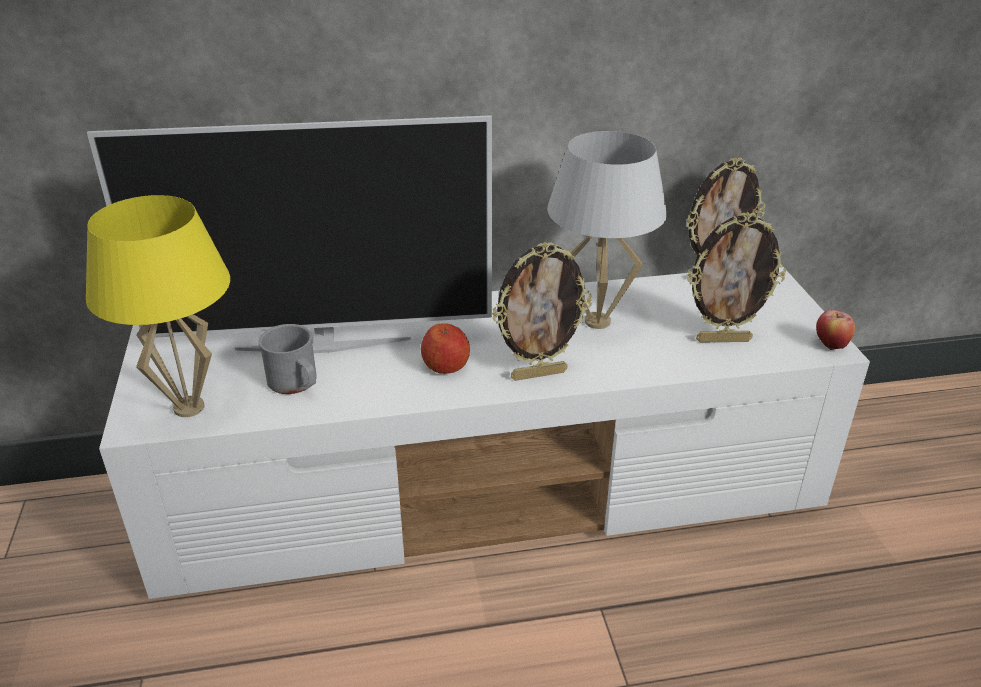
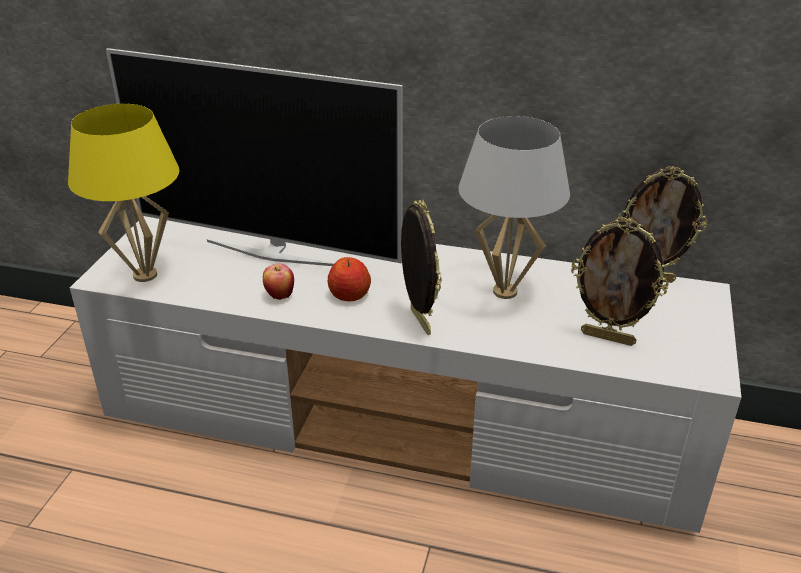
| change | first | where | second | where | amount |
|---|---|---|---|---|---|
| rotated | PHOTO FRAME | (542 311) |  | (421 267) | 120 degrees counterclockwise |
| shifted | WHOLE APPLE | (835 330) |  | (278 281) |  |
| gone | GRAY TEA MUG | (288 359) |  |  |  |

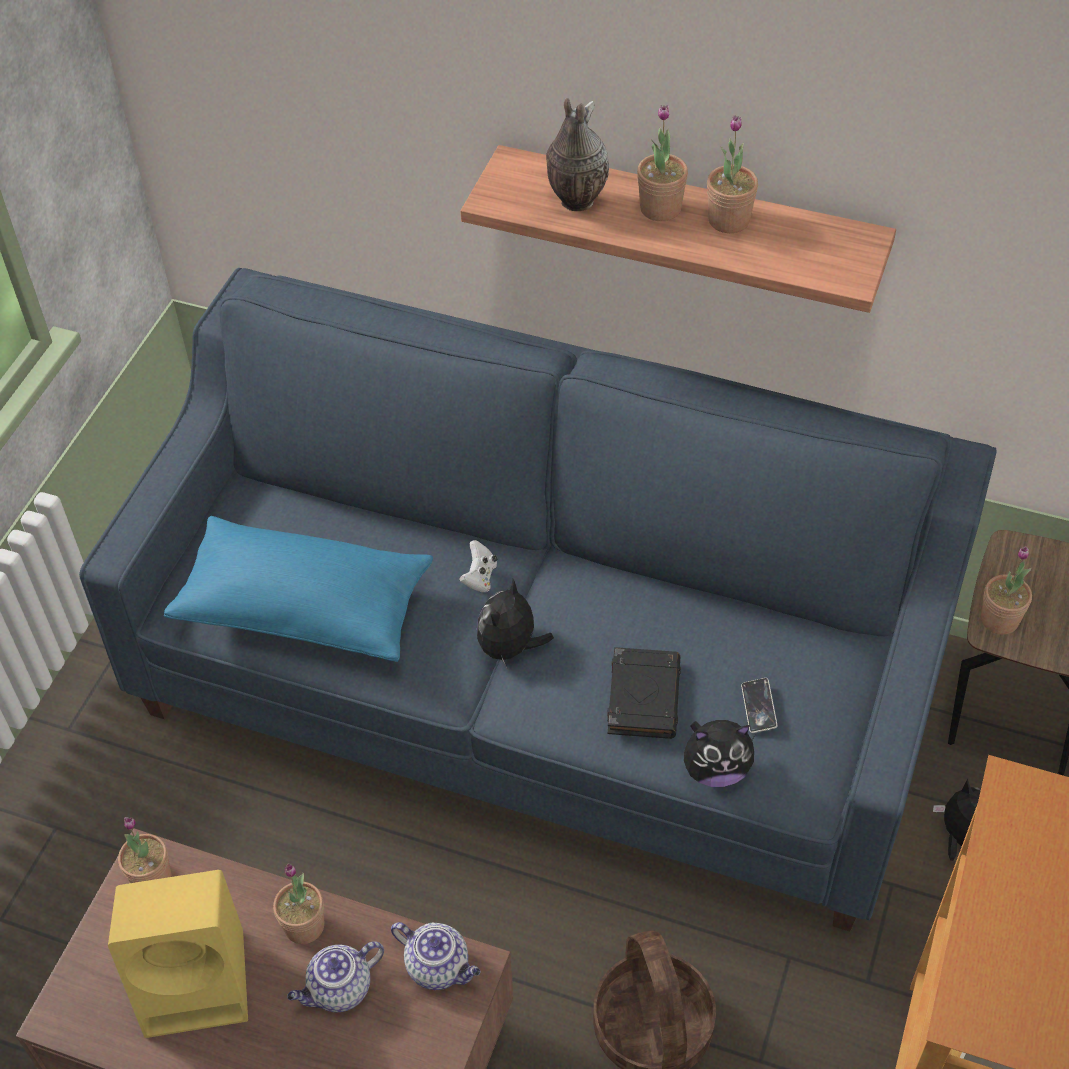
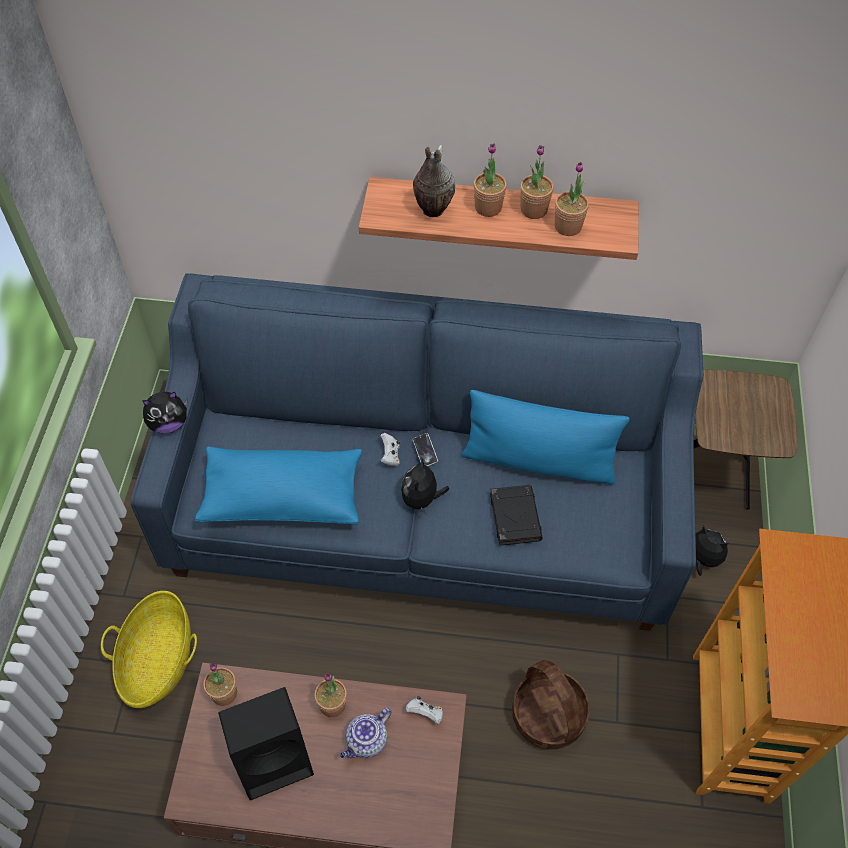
| change | first | where | second | where | amount |
|---|---|---|---|---|---|
| shifted | HOUSEPLANT | (1006 590) |  | (572 199) |  |
| shifted | TELEPHONE | (759 705) |  | (425 449) |  |
| shifted | PLUSH TOY | (719 753) |  | (164 413) |  |
| repainted | YELLOWISH AUDIO SPEAKER | (178 954) | BLACK-COLOURED AUDIO SPEAKER | (266 743) |  |
| swapped | POT FOR TEA | (436 956) | WHITE JOYPAD | (424 710) |  |
| new |  |  | BLUE CUSHION | (546 437) |  |
| new |  |  | BASKET | (149 649) |  |

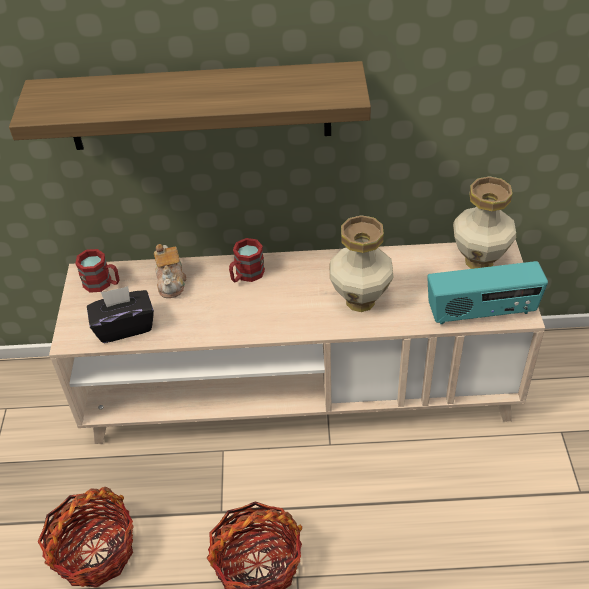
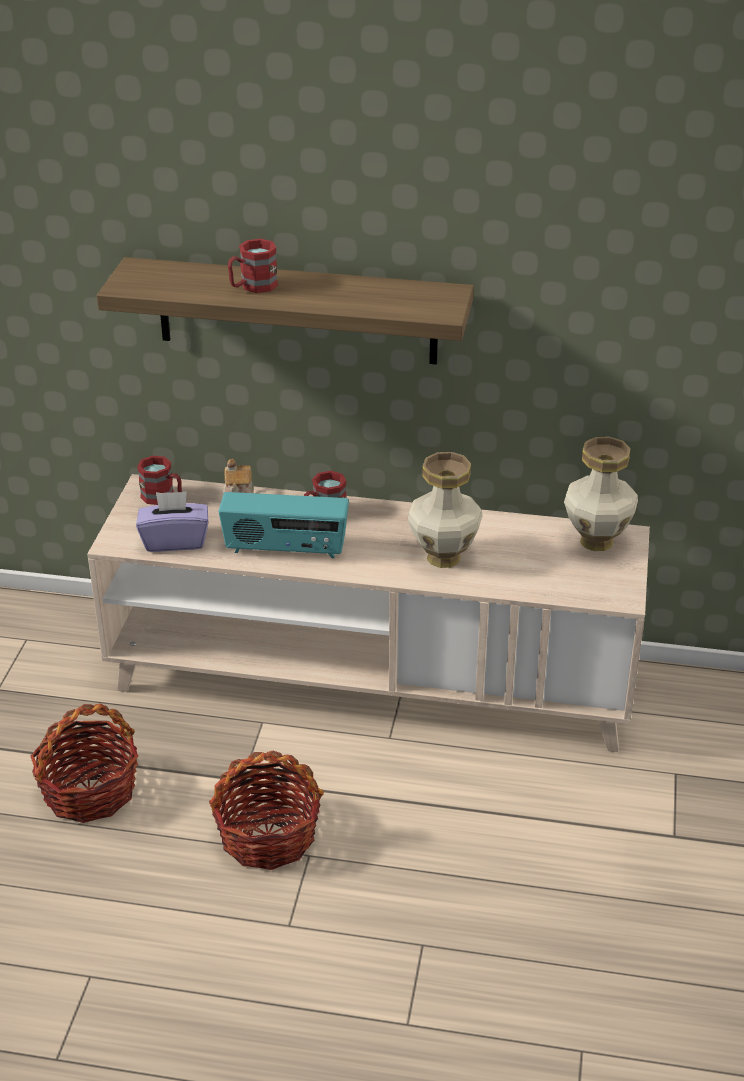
| change | first | where | second | where | amount |
|---|---|---|---|---|---|
| shifted | RADIO SET | (487 292) |  | (283 525) |  |
| repainted | BLACK-COLOURED TISSUE HOLDER | (120 314) | PURPLISH TISSUE HOLDER | (172 522) |  |
| new |  |  | REDDISH TEA MUG | (253 266) |  |

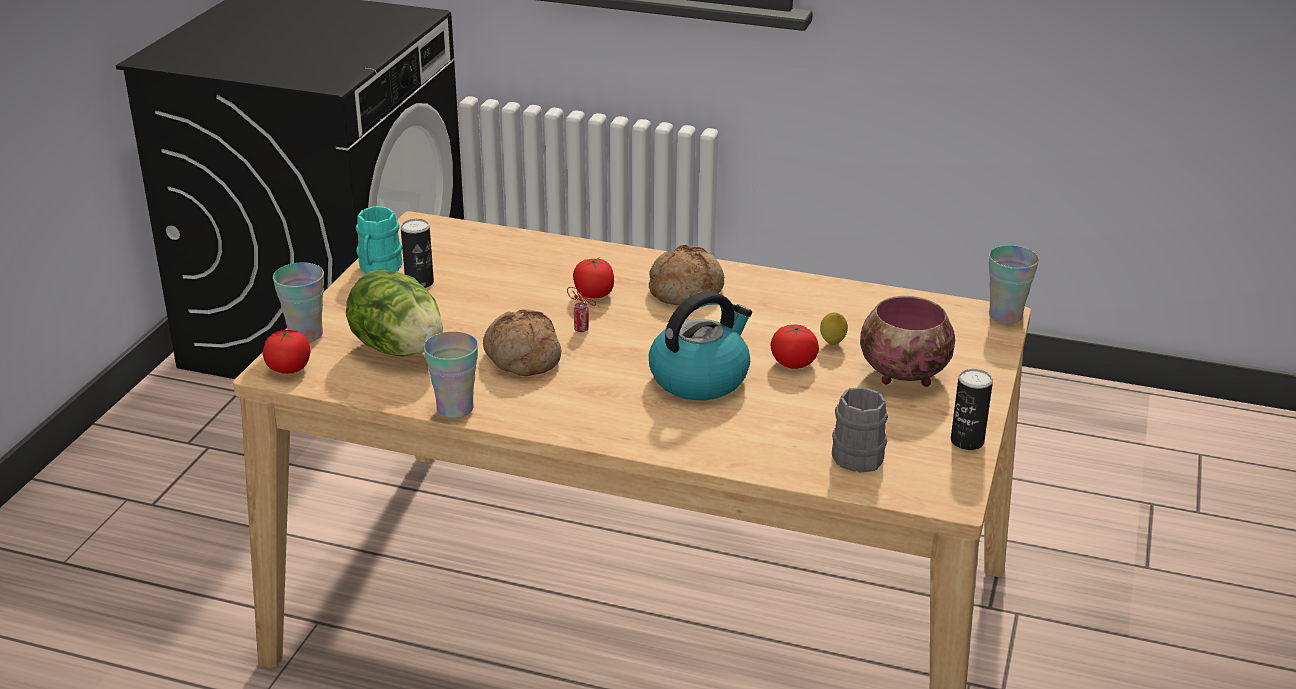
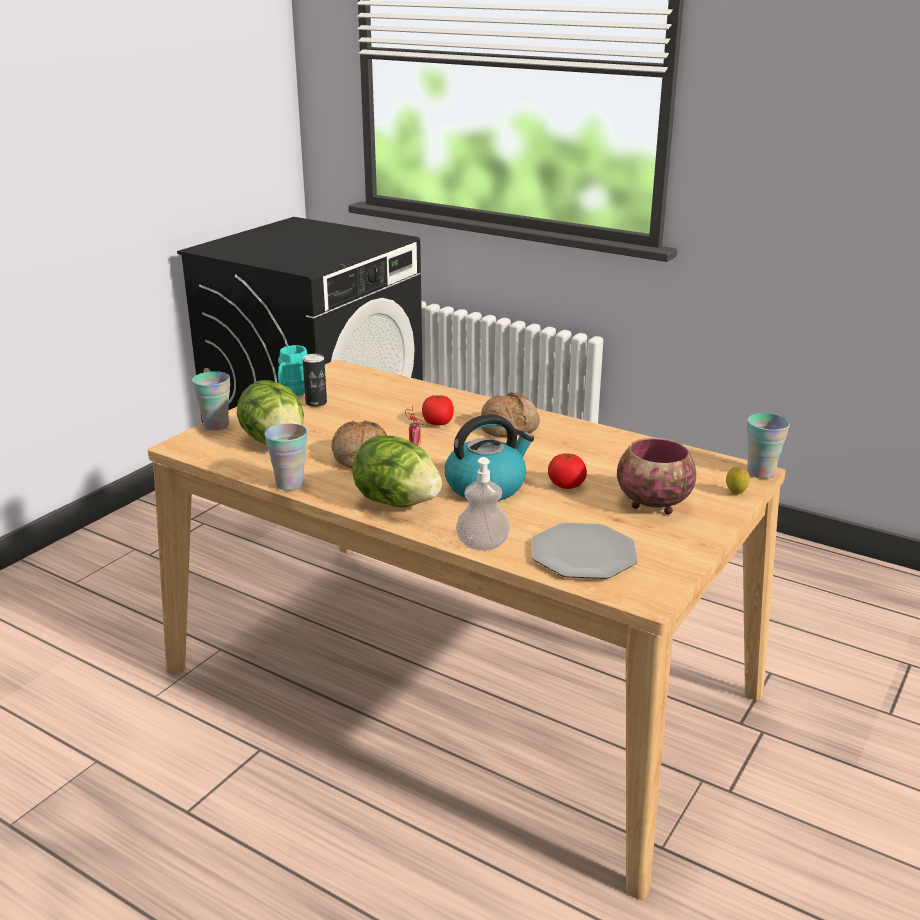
| change | first | where | second | where | amount |
|---|---|---|---|---|---|
| shifted | CITRUS FRUIT | (834 329) |  | (738 480) |  |
| gone | WHOLE TOMATO | (287 351) |  |  |  |
| gone | METAL CAN | (972 409) |  |  |  |
| swapped | GRAY TEA MUG | (860 430) | PLATE | (585 551) |  |
| new |  |  | LETTUCE | (397 471) |  |
| new |  |  | SOAP BOTTLE | (483 503) |  |

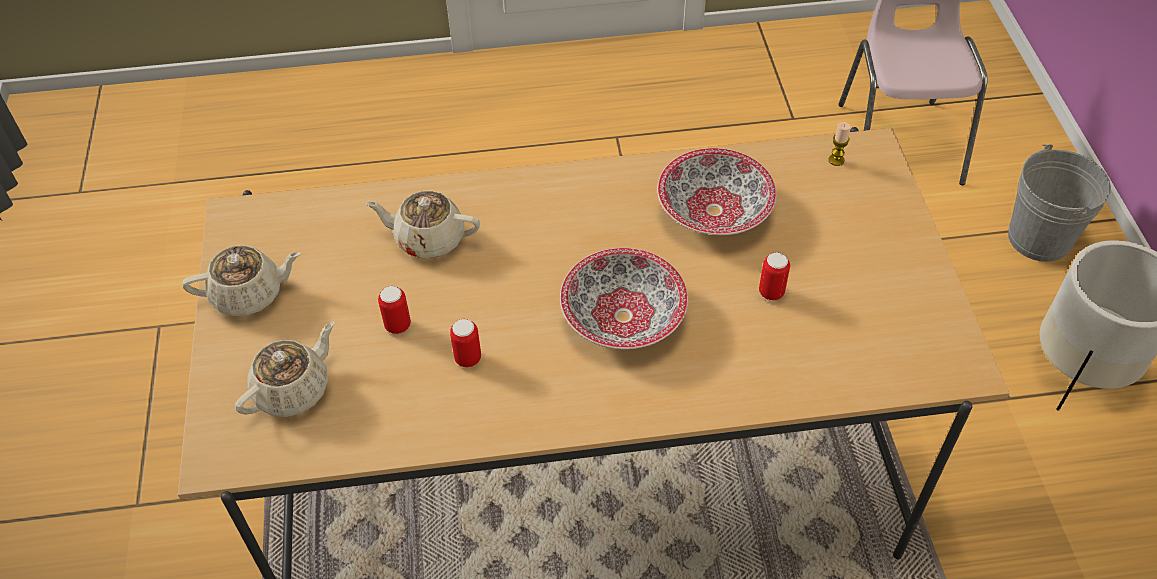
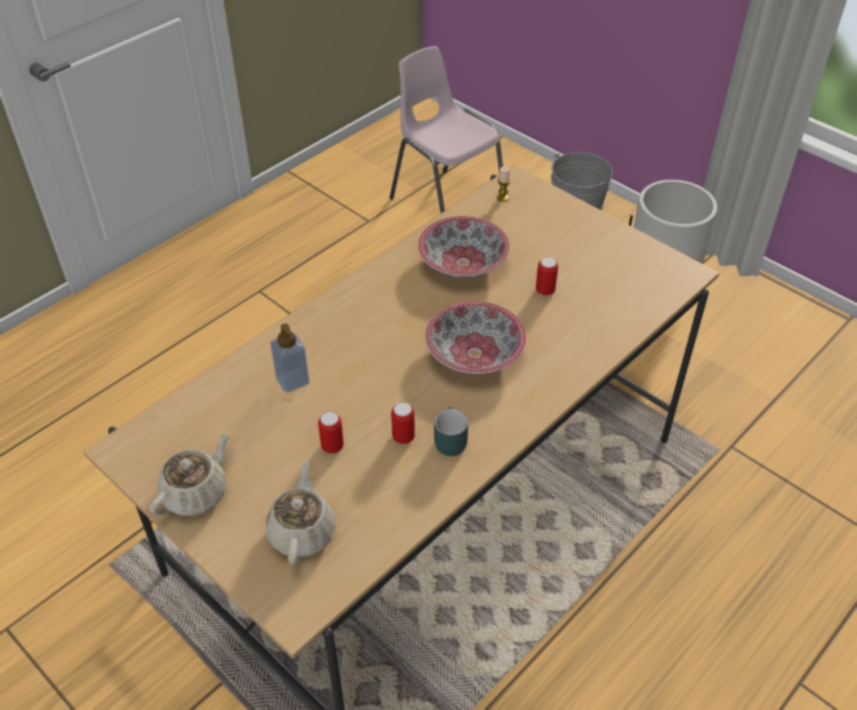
| change | first | where | second | where | amount |
|---|---|---|---|---|---|
| swapped | BEIGE-COLOURED POT FOR TEA | (423 224) | SOAP BOTTLE | (290 358) |  |
| new |  |  | TURQUOISE TEA MUG | (451 431) |  |

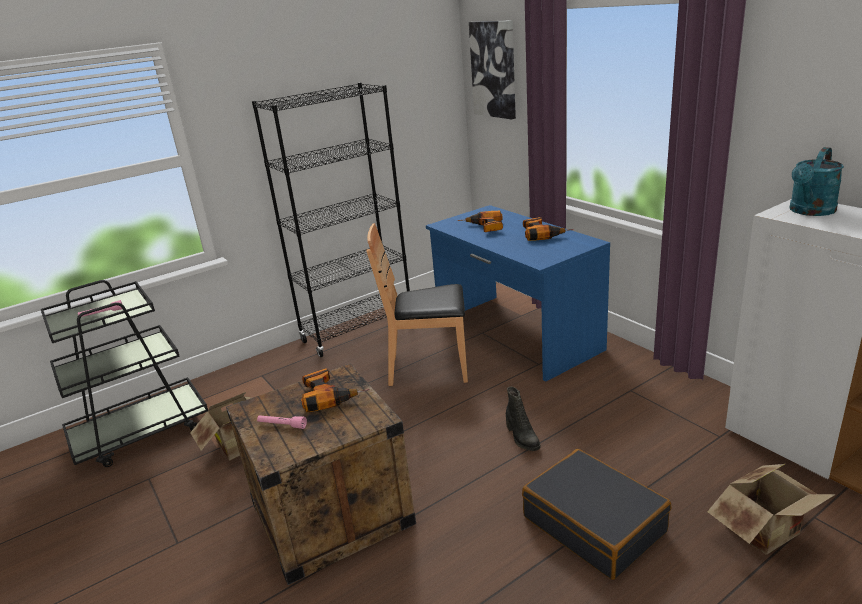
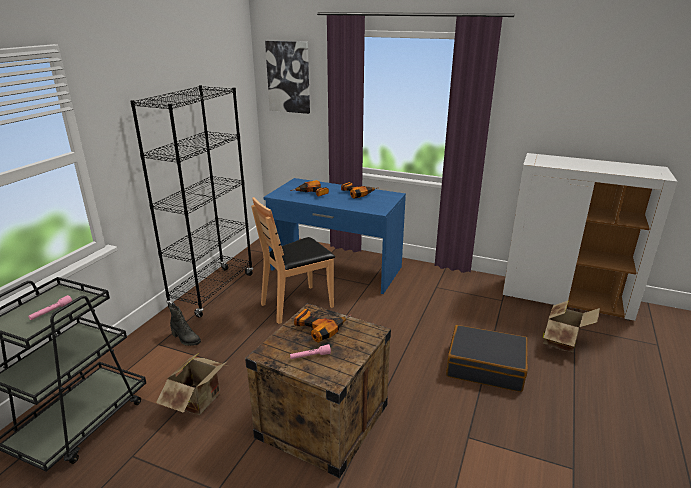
| change | first | where | second | where | amount |
|---|---|---|---|---|---|
| gone | TURQUOISE SPRINKLING CAN | (816 181) |  |  |  |
| shifted | BLACK-COLOURED TALL BOOT | (523 419) |  | (185 325) |  |

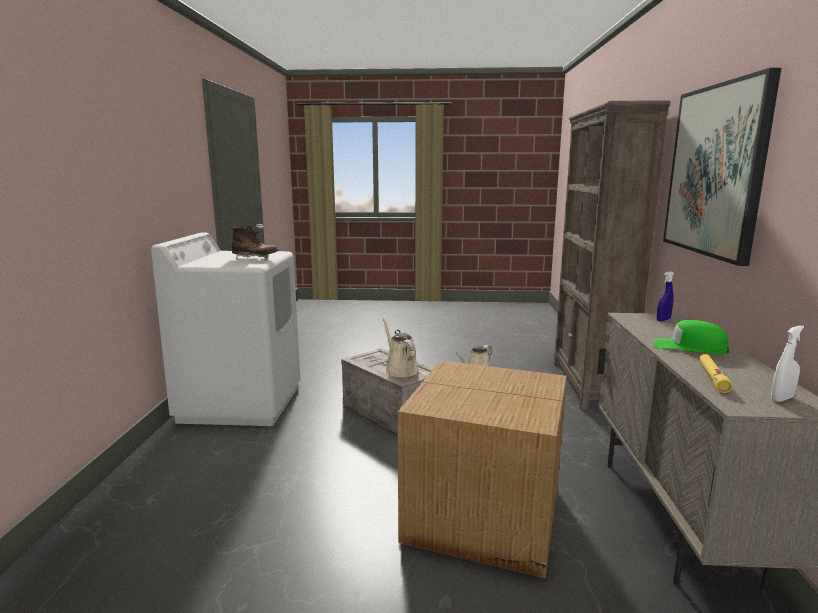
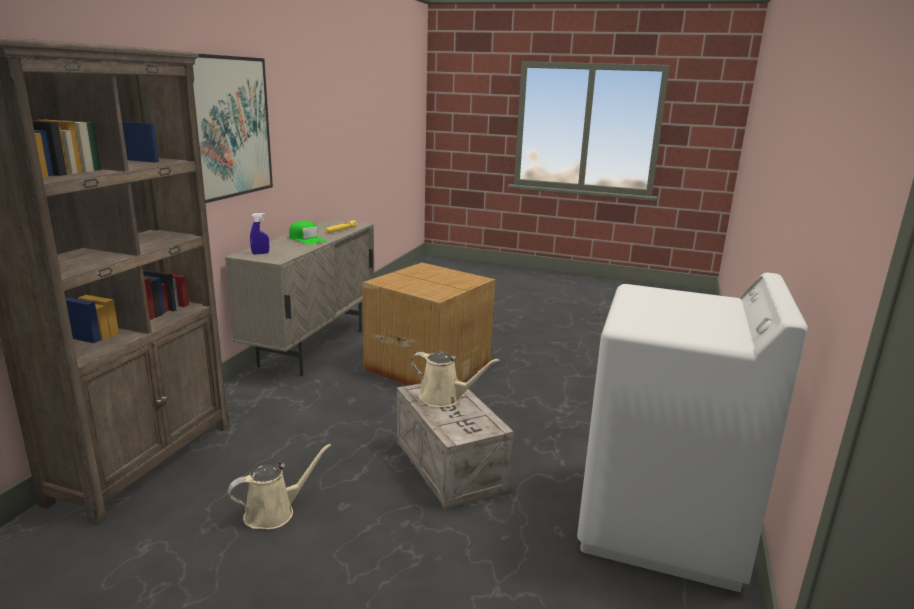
| change | first | where | second | where | amount |
|---|---|---|---|---|---|
| gone | BROWN TALL BOOT | (255 242) |  |  |  |
| rotated | BEIGE-COLOURED SPRINKLING CAN | (400 347) |  | (455 379) | 60 degrees counterclockwise |
| gone | WHITE HAND SPRAYER | (787 363) |  |  |  |

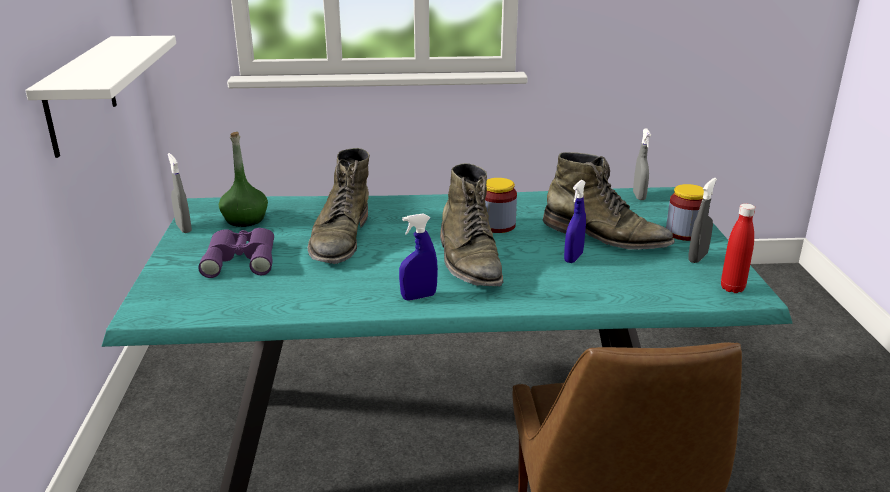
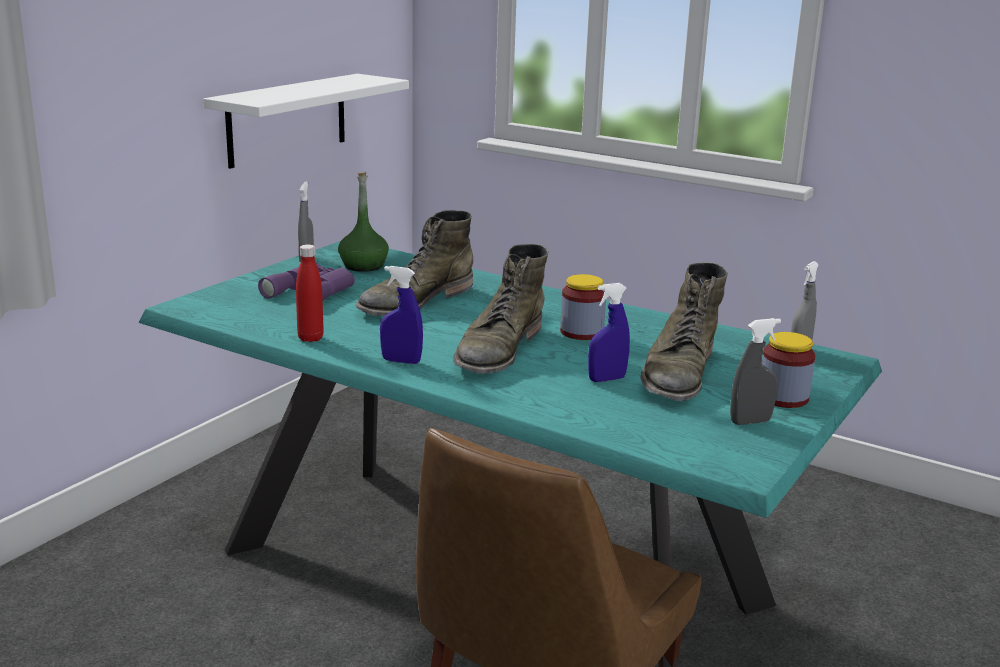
| change | first | where | second | where | amount |
|---|---|---|---|---|---|
| rotated | GREENISH TALL BOOT | (609 201) |  | (684 331) | 45 degrees clockwise |
| shifted | REDDISH DRINK BOTTLE | (738 248) |  | (310 293) |  |

